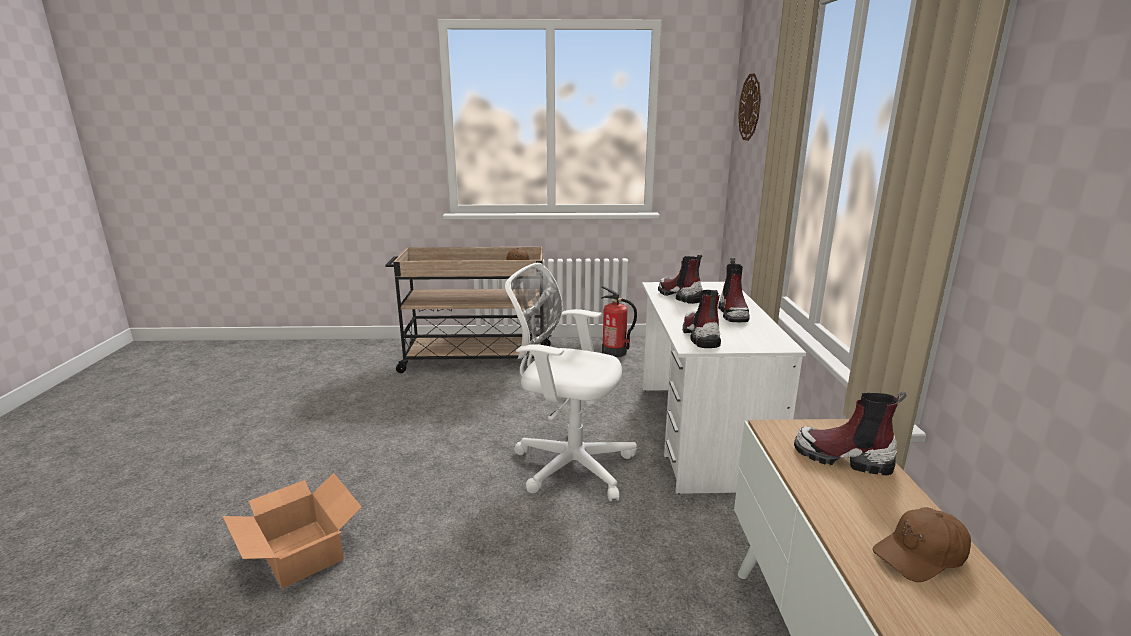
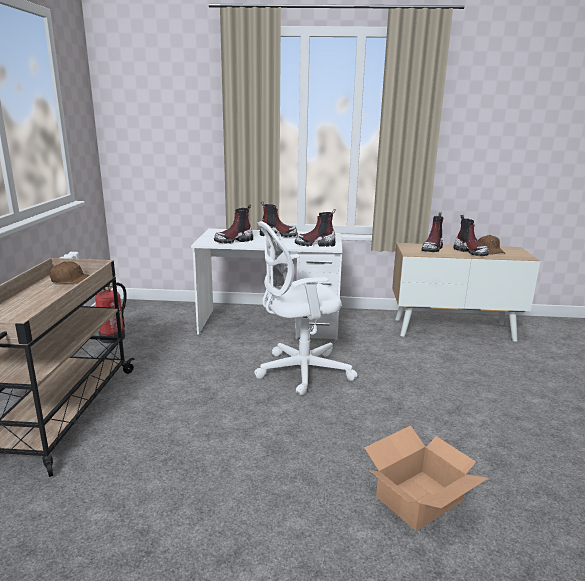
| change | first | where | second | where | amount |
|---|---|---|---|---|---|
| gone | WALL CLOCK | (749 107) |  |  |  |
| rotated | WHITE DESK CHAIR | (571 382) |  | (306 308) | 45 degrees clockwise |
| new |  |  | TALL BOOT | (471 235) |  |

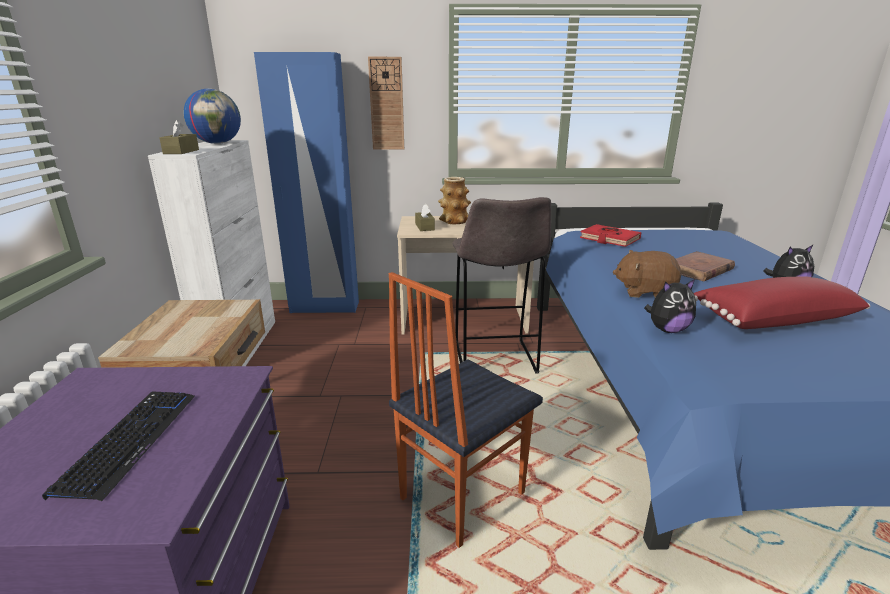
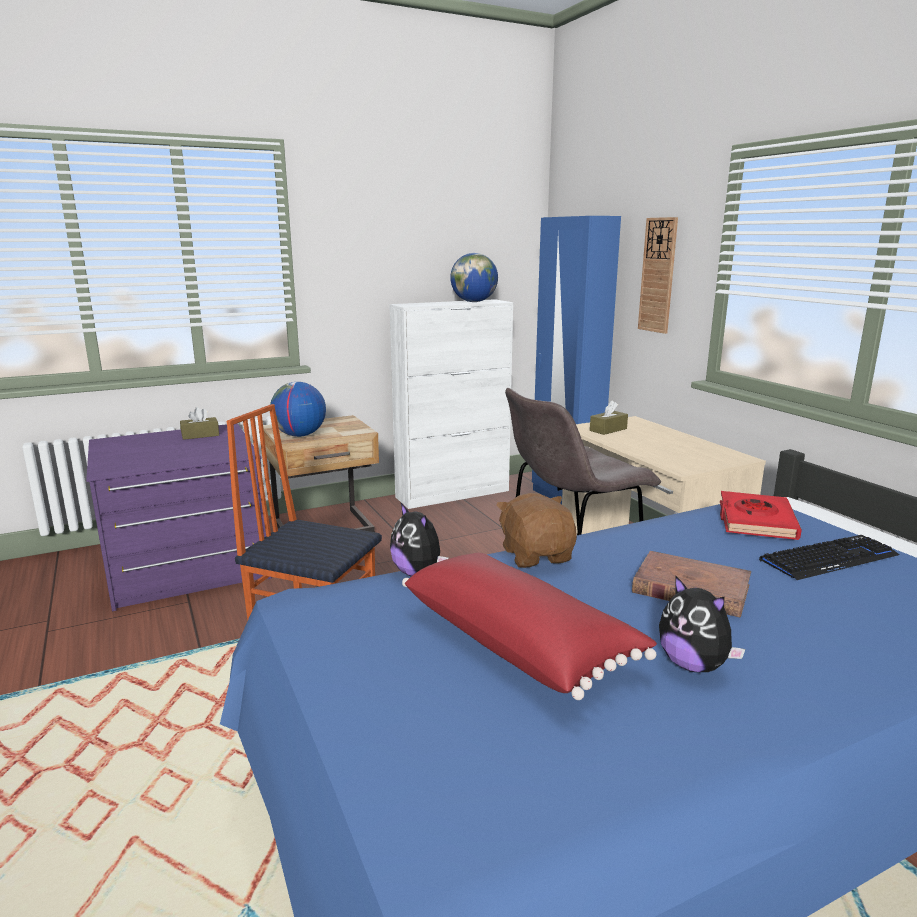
| change | first | where | second | where | amount |
|---|---|---|---|---|---|
| shifted | BROWN TISSUE HOLDER | (179 136) |  | (199 423) |  |
| gone | DECORATIVE VASE | (454 200) |  |  |  |
| shifted | COMPUTER KEYBOARD | (118 446) |  | (829 557) |  |
| new |  |  | WORLD GLOBE | (298 409) |  |

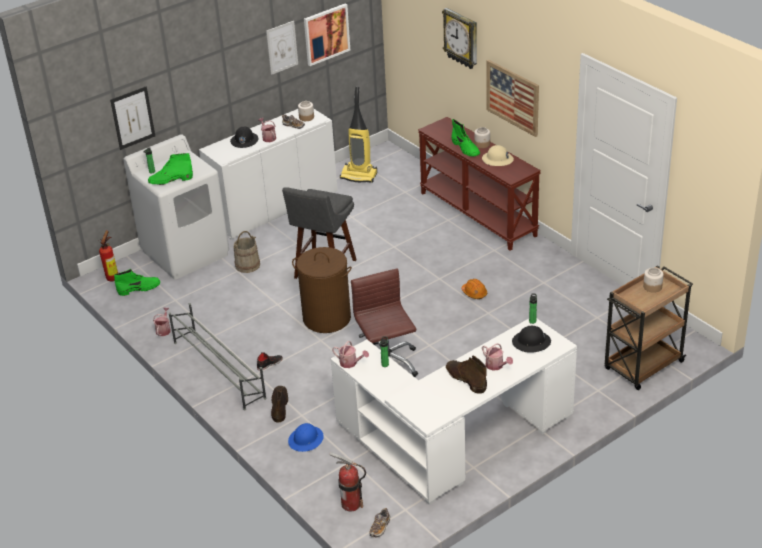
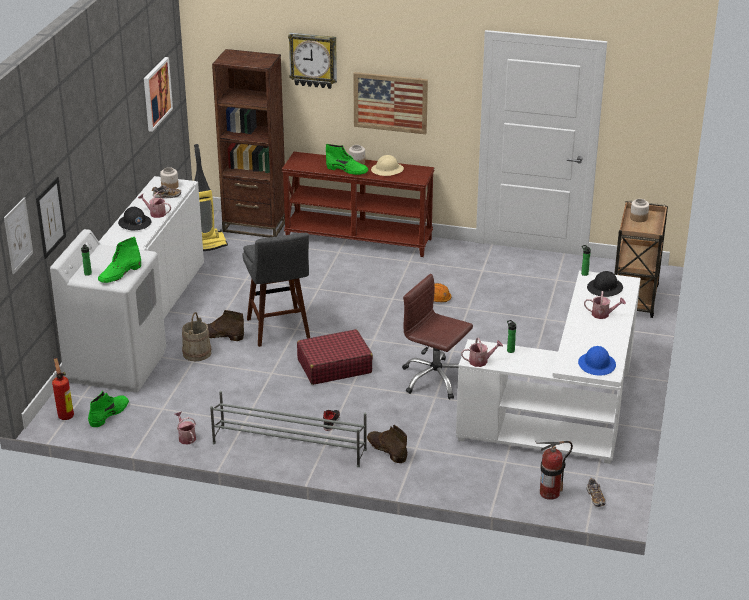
| change | first | where | second | where | amount |
|---|---|---|---|---|---|
| shifted | PICTURE | (282 48) |  | (18 235) |  |
| swapped | BROWN WASHING BASKET | (322 290) | REDDISH SUITCASE | (335 357) |  |
| shifted | BROWN TALL BOOT | (466 375) |  | (225 325) |  |
| shifted | BLUE WORK HELMET | (306 437) |  | (597 361) |  |
| new |  |  | BROWN BOOKSHELF | (248 143) |  |

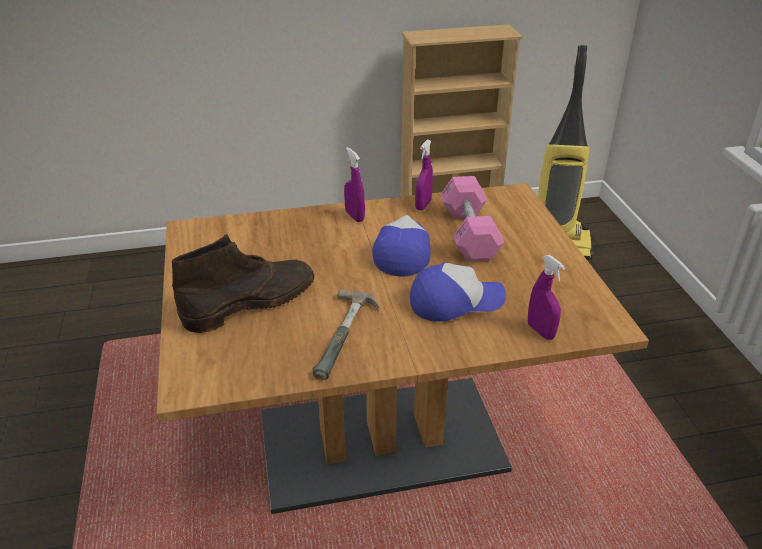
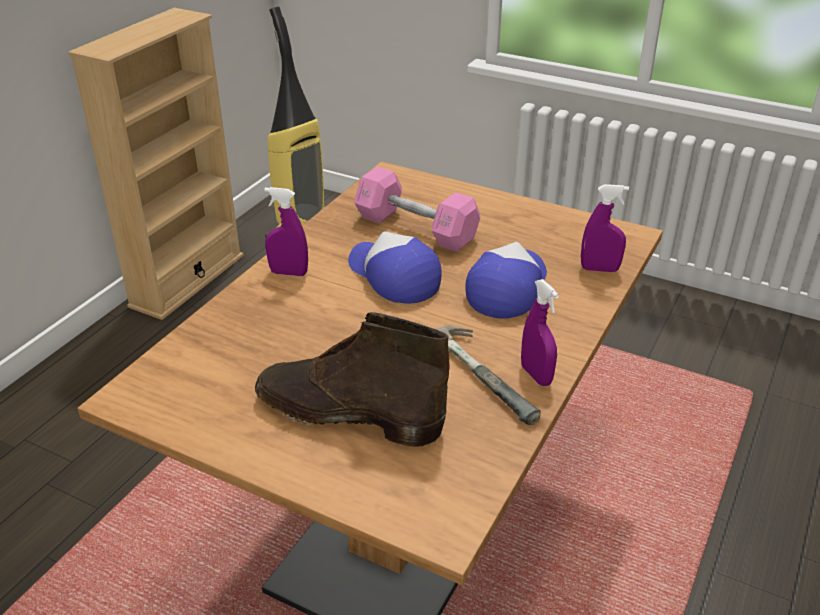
| change | first | where | second | where | amount |
|---|---|---|---|---|---|
| shifted | PURPLISH HAND SPRAYER | (424 175) |  | (540 332) |  |
| rotated | BROWN TALL BOOT | (243 283) |  | (352 379) | 75 degrees counterclockwise |

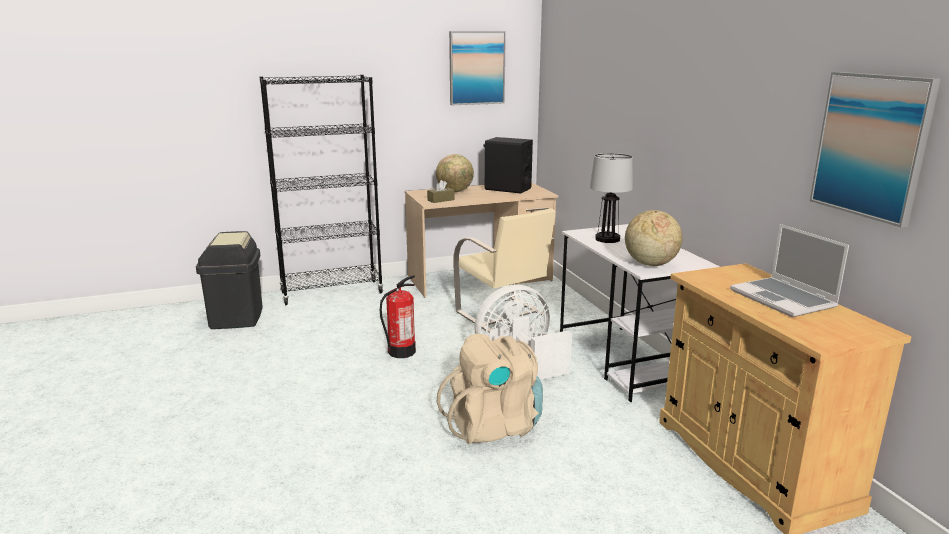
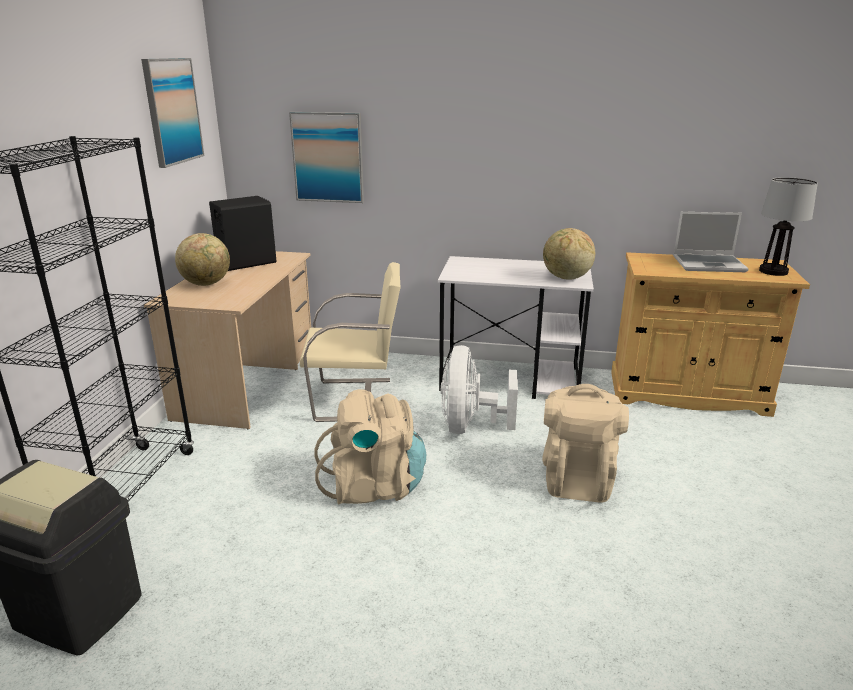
| change | first | where | second | where | amount |
|---|---|---|---|---|---|
| shifted | PICTURE | (875 149) |  | (326 157) |  |
| shifted | LAMP FOR A TABLE | (611 198) |  | (788 226) |  |
| gone | BROWN TISSUE HOLDER | (440 191) |  |  |  |
| swapped | EXTINGUISHER | (398 316) | BEIGE-COLOURED RUCKSACK | (370 447) |  |

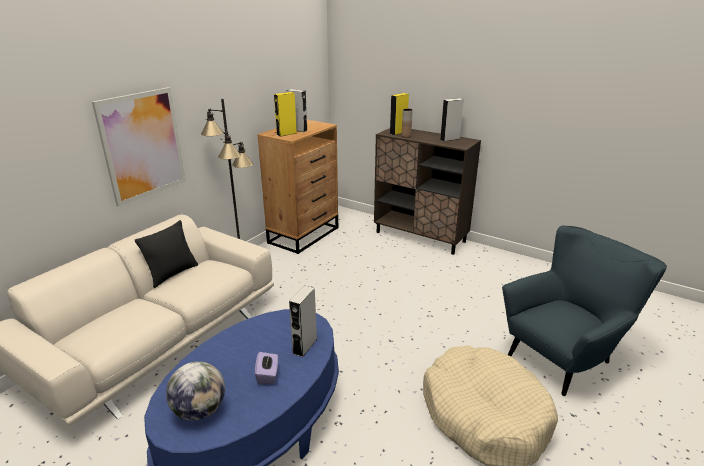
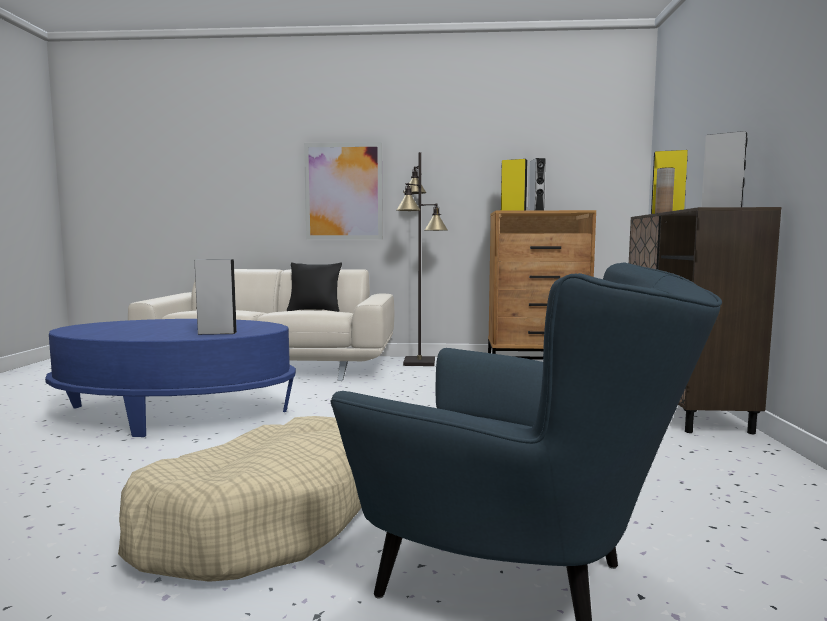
| change | first | where | second | where | amount |
|---|---|---|---|---|---|
| gone | PURPLISH TISSUE HOLDER | (266 367) |  |  |  |
| gone | WORLD GLOBE | (195 391) |  |  |  |

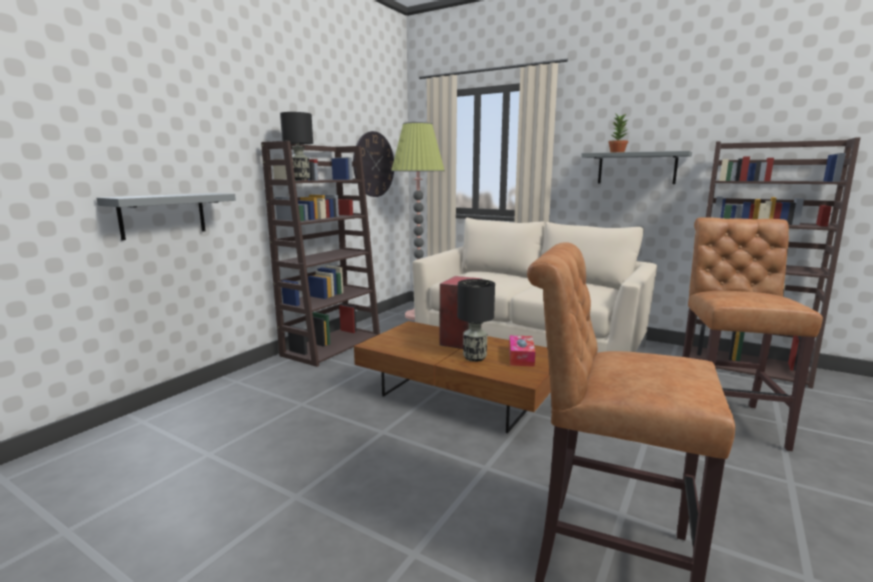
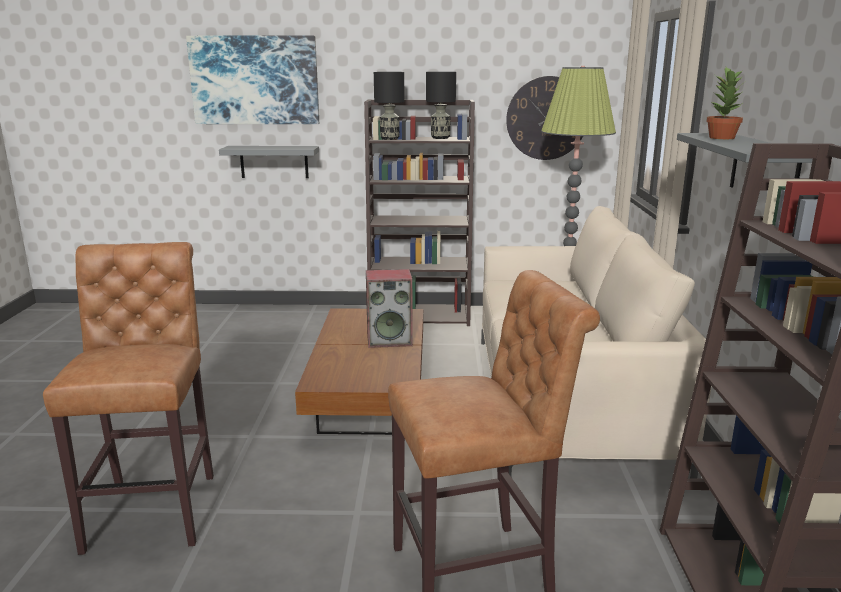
| change | first | where | second | where | amount |
|---|---|---|---|---|---|
| shifted | BLACK-COLOURED LAMP FOR A TABLE | (476 320) |  | (441 105) |  |
| gone | TISSUE HOLDER | (522 351) |  |  |  |
| new |  |  | PICTURE | (252 80) |  |

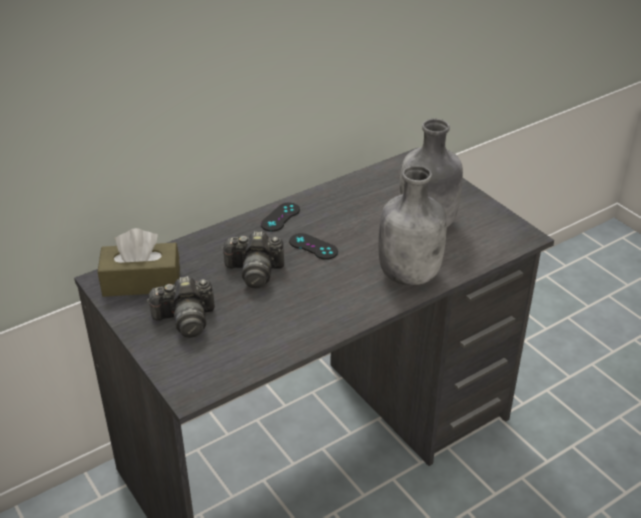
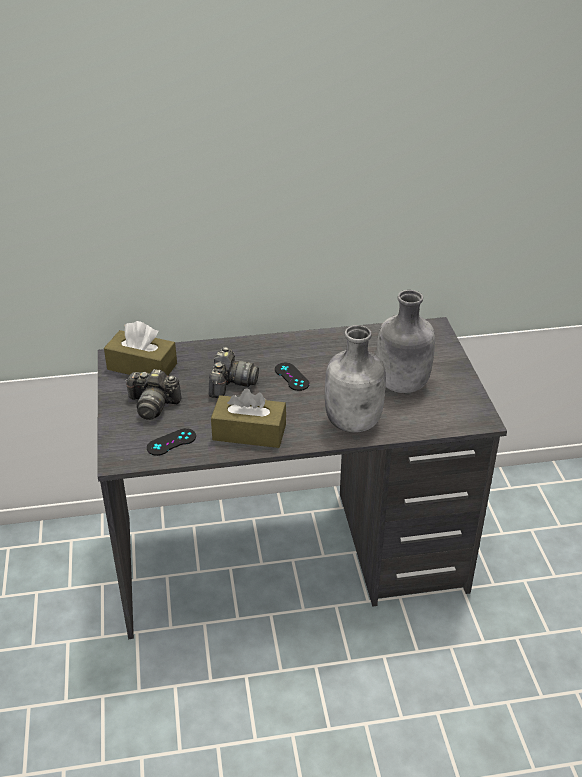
| change | first | where | second | where | amount |
|---|---|---|---|---|---|
| shifted | BLACK-COLOURED JOYPAD | (280 217) |  | (171 442) |  |
| rotated | PHOTO CAMERA | (252 259) |  | (234 372) | 105 degrees counterclockwise |
| new |  |  | BROWN TISSUE HOLDER | (248 418) |  |

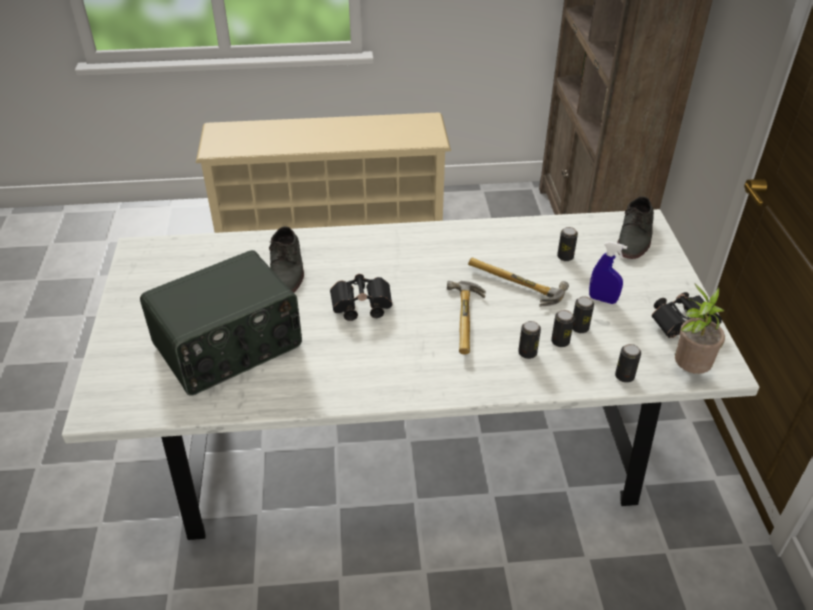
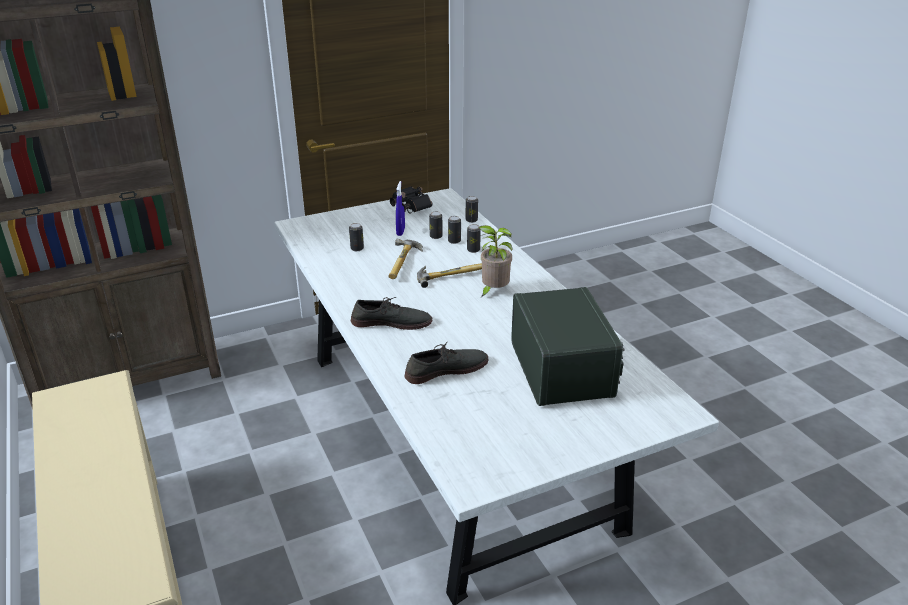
| change | first | where | second | where | amount |
|---|---|---|---|---|---|
| shifted | GRAY LOW SHOE | (635 227) |  | (391 313) |  |
| rotated | RADIO SET | (221 323) |  | (568 346) | 45 degrees clockwise |
| gone | BLACK-COLOURED FIELD GLASSES | (361 297) |  |  |  |
| shifted | HOUSEPLANT | (700 328) |  | (496 261) |  |

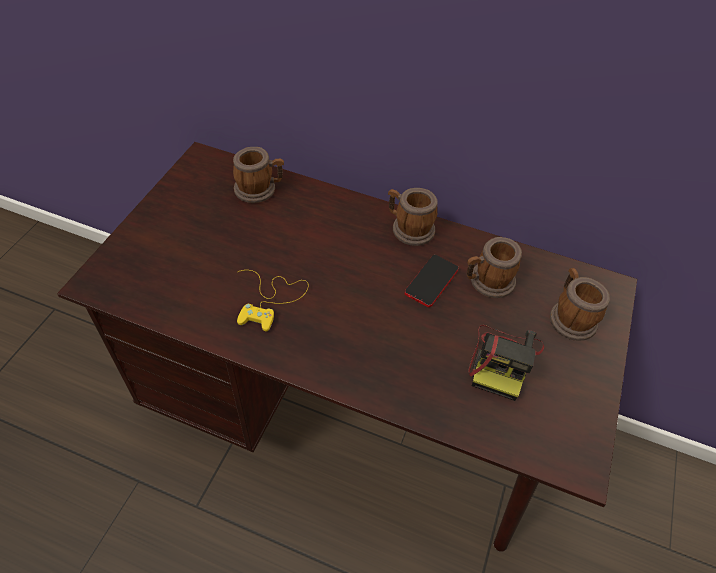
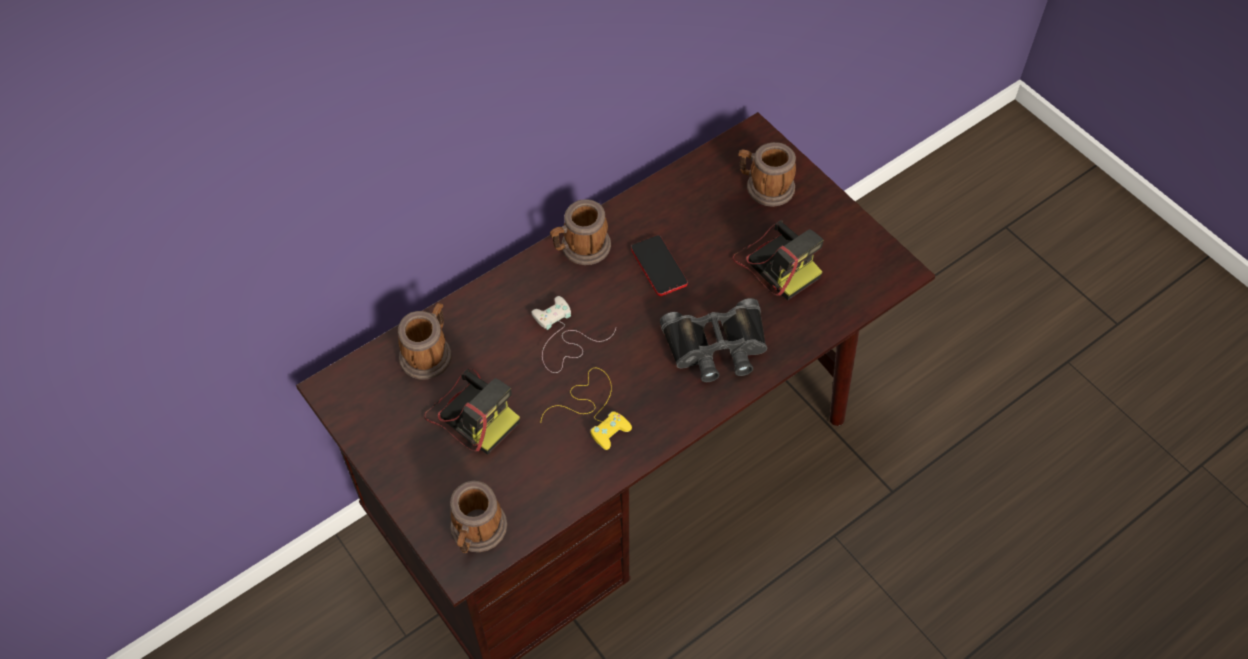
| change | first | where | second | where | amount |
|---|---|---|---|---|---|
| shifted | TEA MUG | (494 267) |  | (478 517) |  |
| new |  |  | WHITE JOYPAD | (574 334) |  |
| new |  |  | BLACK-COLOURED FIELD GLASSES | (713 340) |  |
| new |  |  | PHOTO CAMERA | (472 411) |  |

